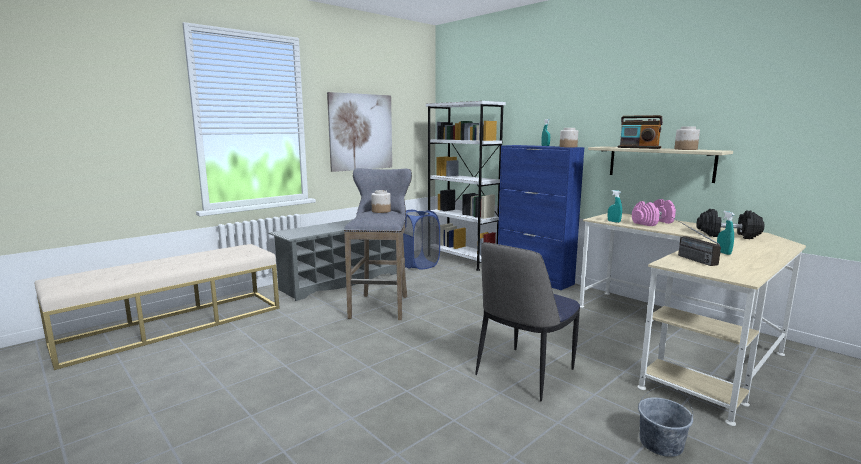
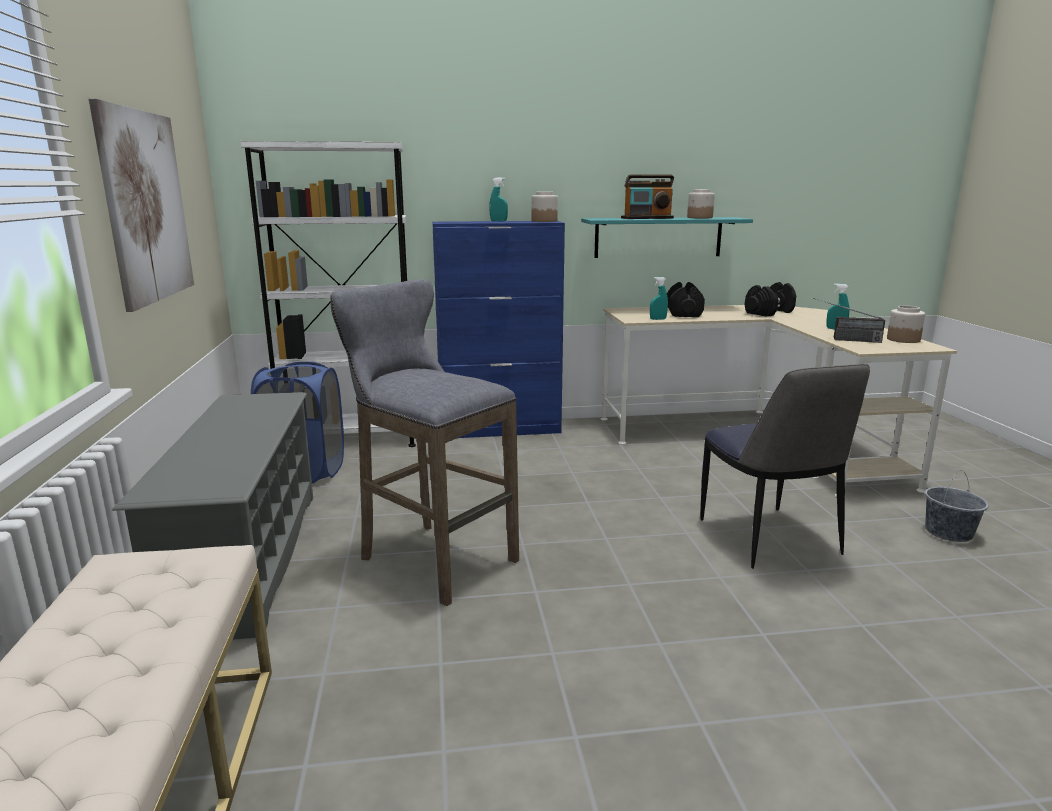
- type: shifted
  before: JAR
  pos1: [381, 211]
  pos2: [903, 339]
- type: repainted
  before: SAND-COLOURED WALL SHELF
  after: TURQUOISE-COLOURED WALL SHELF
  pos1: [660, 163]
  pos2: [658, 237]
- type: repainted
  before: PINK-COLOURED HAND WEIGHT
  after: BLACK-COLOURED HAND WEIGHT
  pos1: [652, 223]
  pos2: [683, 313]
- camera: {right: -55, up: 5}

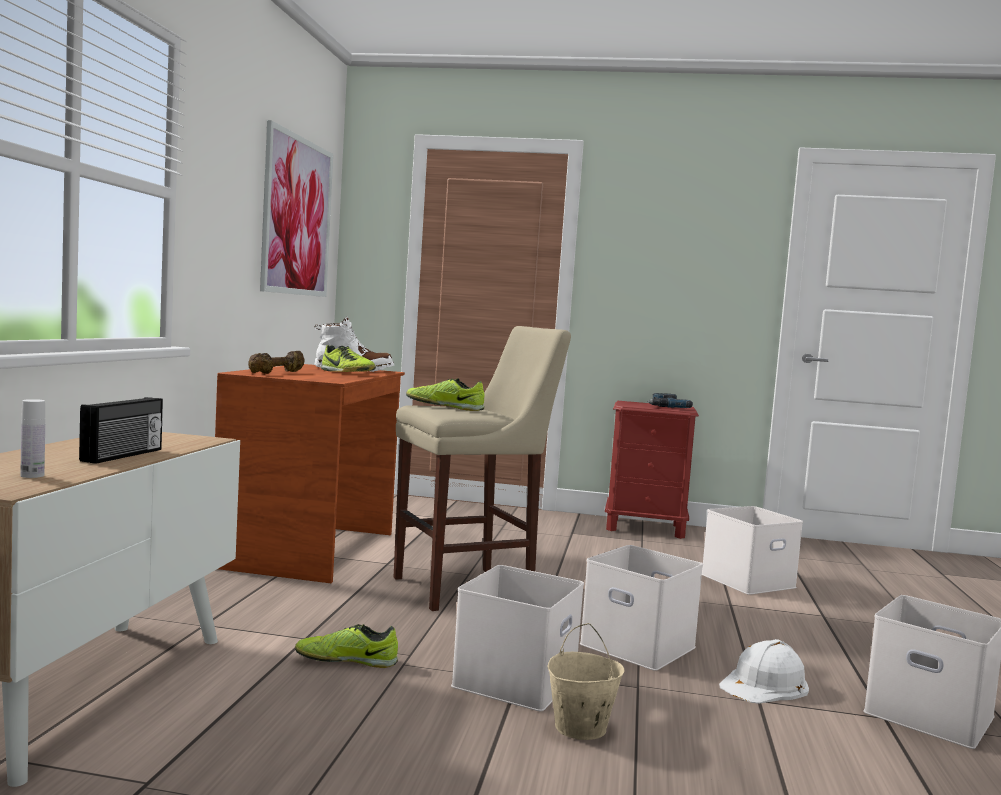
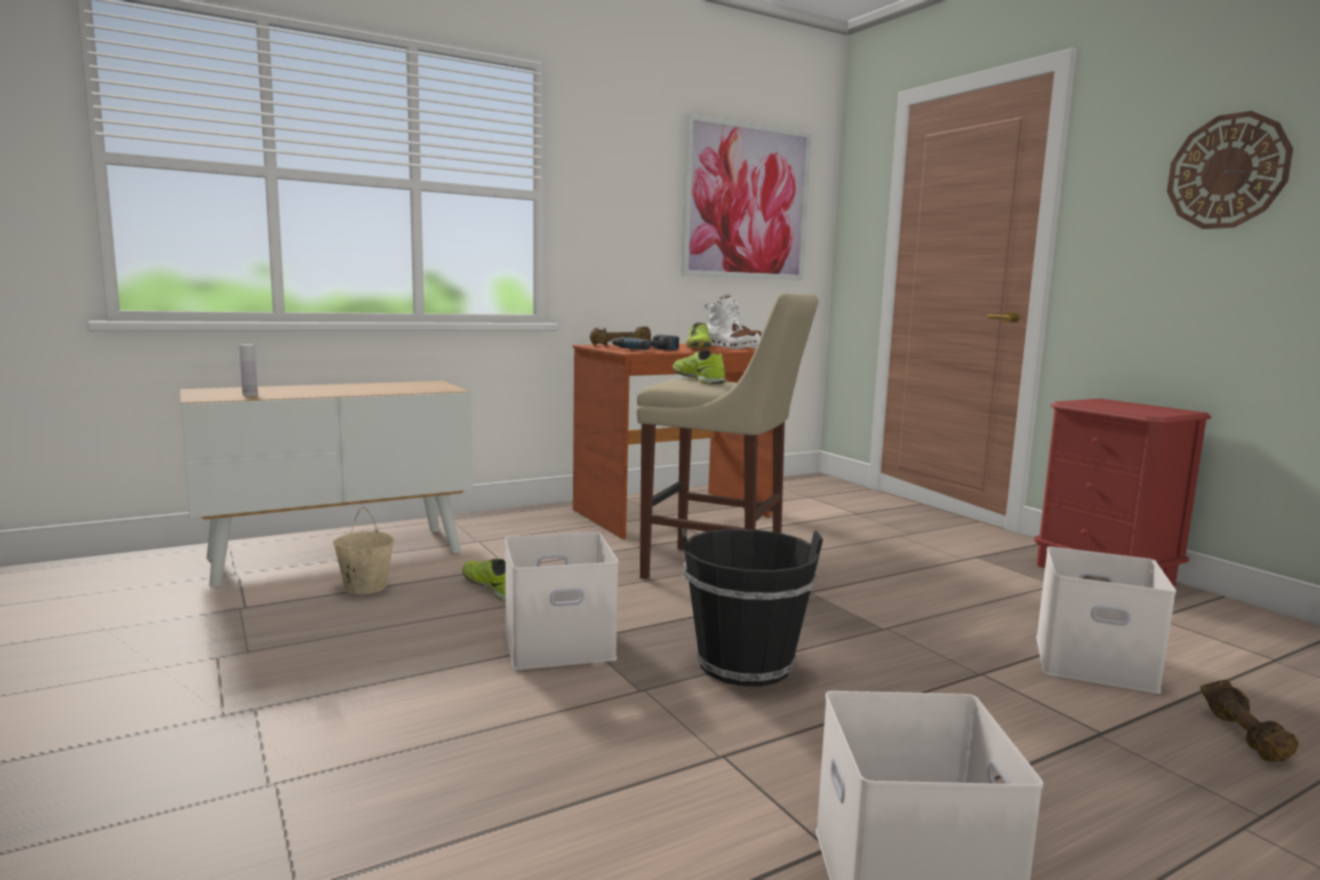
- type: gone
  before: RADIO SET
  pos1: [124, 455]
- type: gone
  before: WHITISH SAFETY HELMET
  pos1: [765, 685]
- type: new
  after: WALL CLOCK
  pos2: [1227, 171]
- type: new
  after: BROWN HAND WEIGHT
  pos2: [1245, 736]
- type: shifted
  before: SAND-COLOURED BUCKET
  pos1: [580, 728]
  pos2: [365, 587]
- type: shifted
  before: ELECTRIC DRILL
  pos1: [664, 406]
  pos2: [645, 349]
- type: swapped
  before: WHITISH STORAGE CONTAINER
  after: BLACK-COLOURED BUCKET
  pos1: [640, 645]
  pos2: [744, 665]
- camera: {right: 50, up: 5}

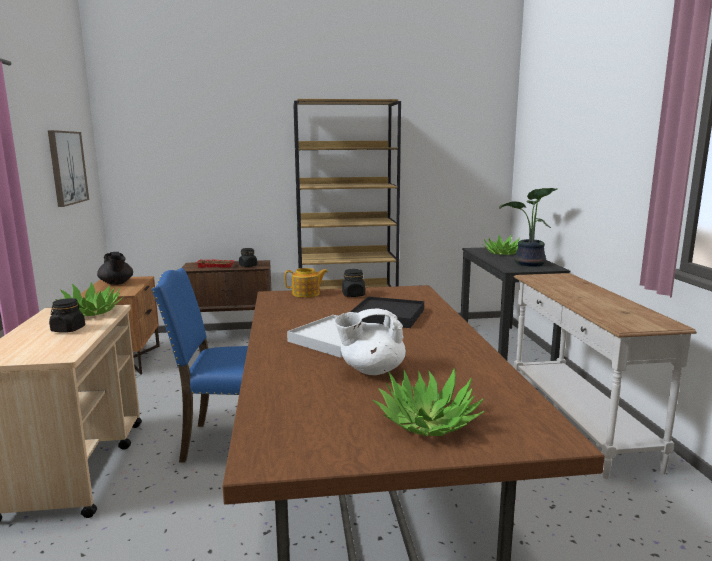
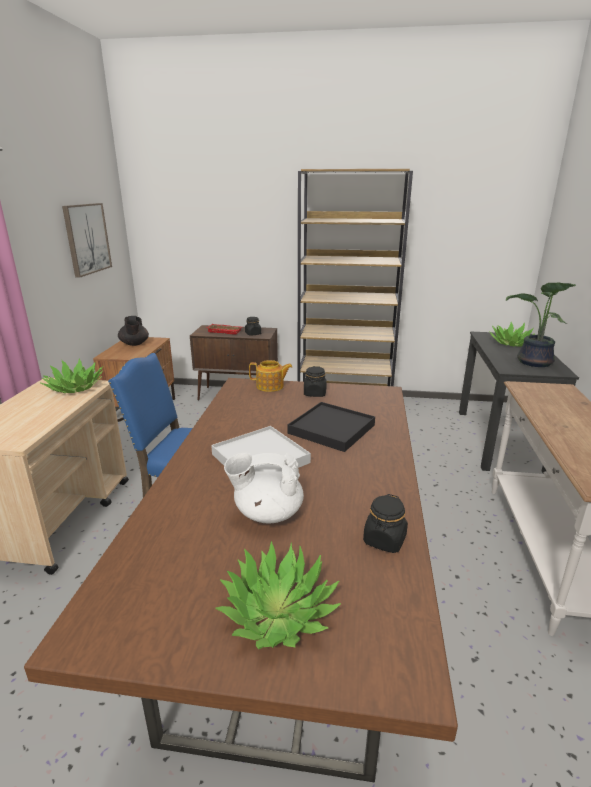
- type: shifted
  before: BLACK-COLOURED JAR
  pos1: [68, 329]
  pos2: [384, 540]
- camera: {right: 15, up: 10}

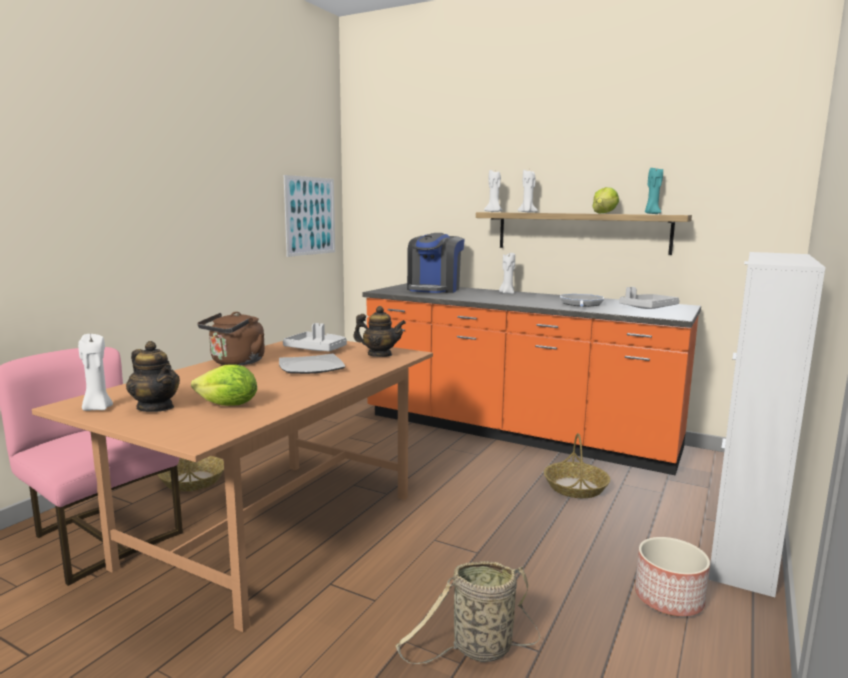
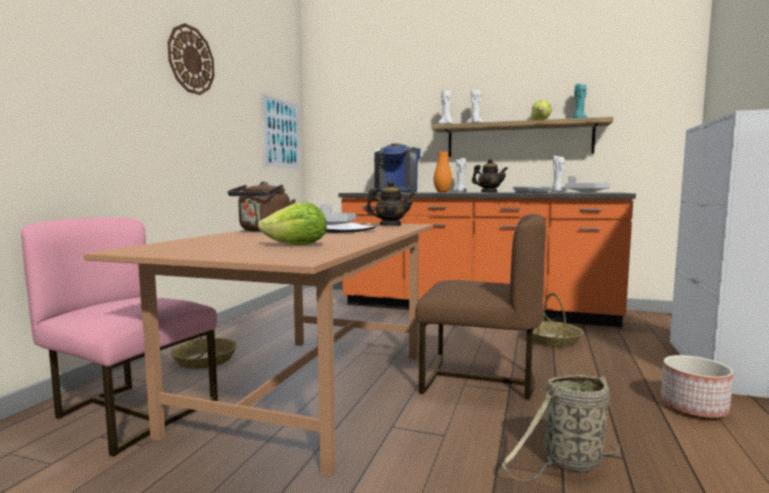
- type: new
  after: WALL CLOCK
  pos2: [191, 60]
- type: new
  after: BROWN UPRIGHT CHAIR
  pos2: [478, 379]
- type: new
  after: ORANGEY VASE
  pos2: [442, 192]
- type: shifted
  before: WHITISH CANDLE
  pos1: [97, 408]
  pos2: [557, 192]
- type: shifted
  before: TEAPOT
  pos1: [156, 407]
  pos2: [489, 192]
- camera: {right: -10, up: -5}

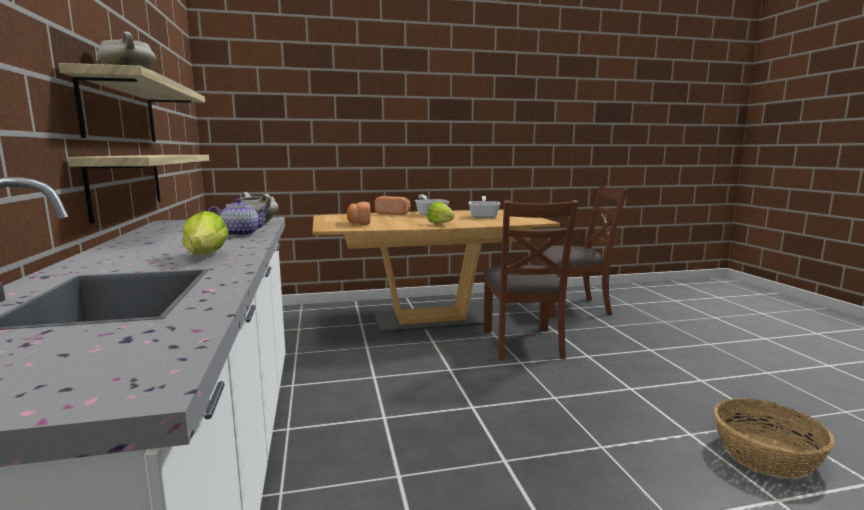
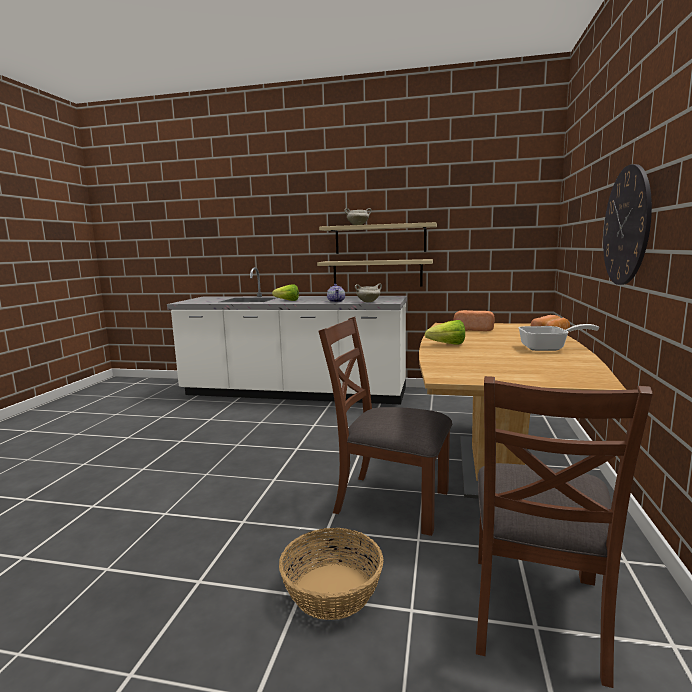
- type: gone
  before: SKILLET
  pos1: [484, 216]
- type: new
  after: WALL CLOCK
  pos2: [626, 226]
- type: shifted
  before: STORAGE BASKET
  pos1: [765, 455]
  pos2: [332, 590]
- camera: {right: 115, up: 0}

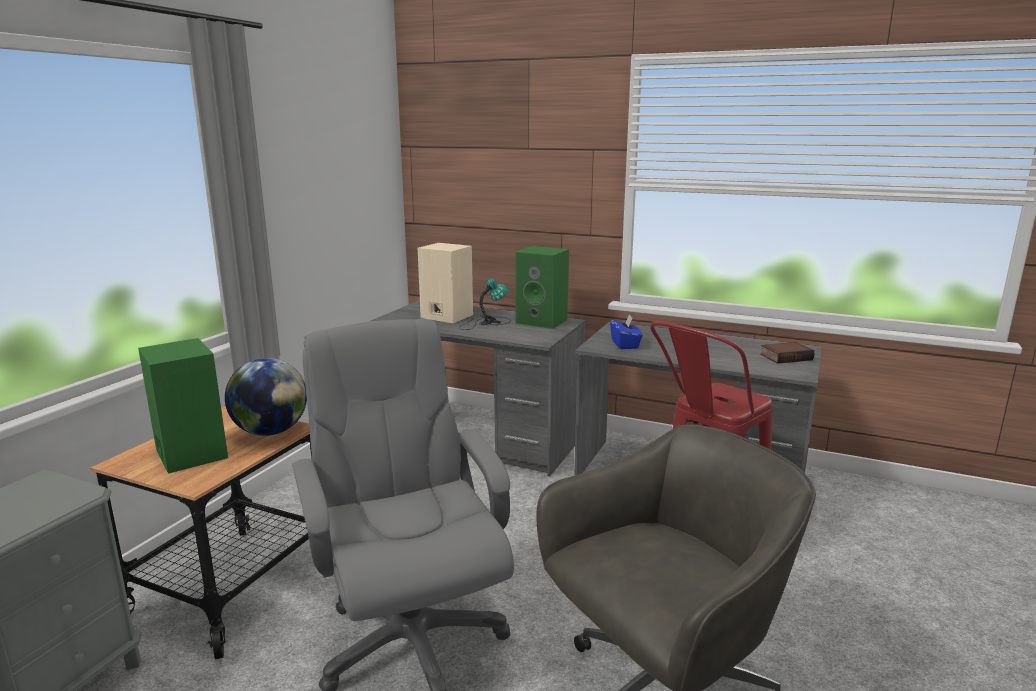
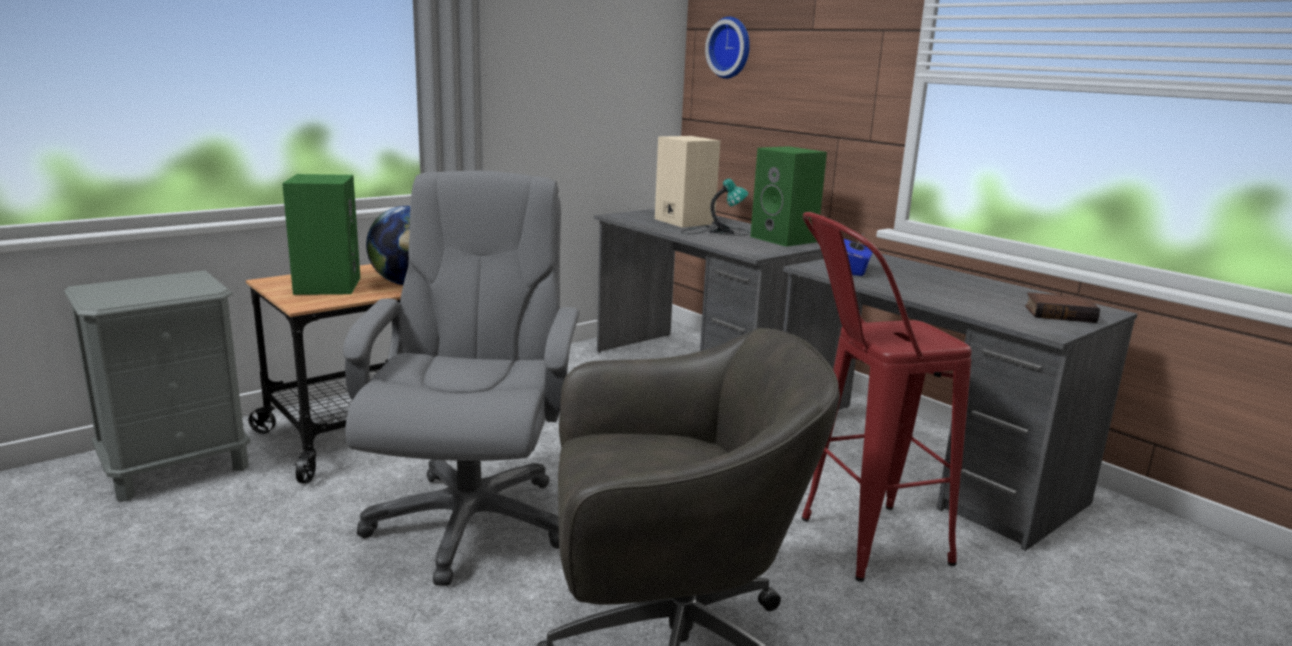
- type: new
  after: WALL CLOCK
  pos2: [731, 48]
- camera: {right: 25, up: 0}

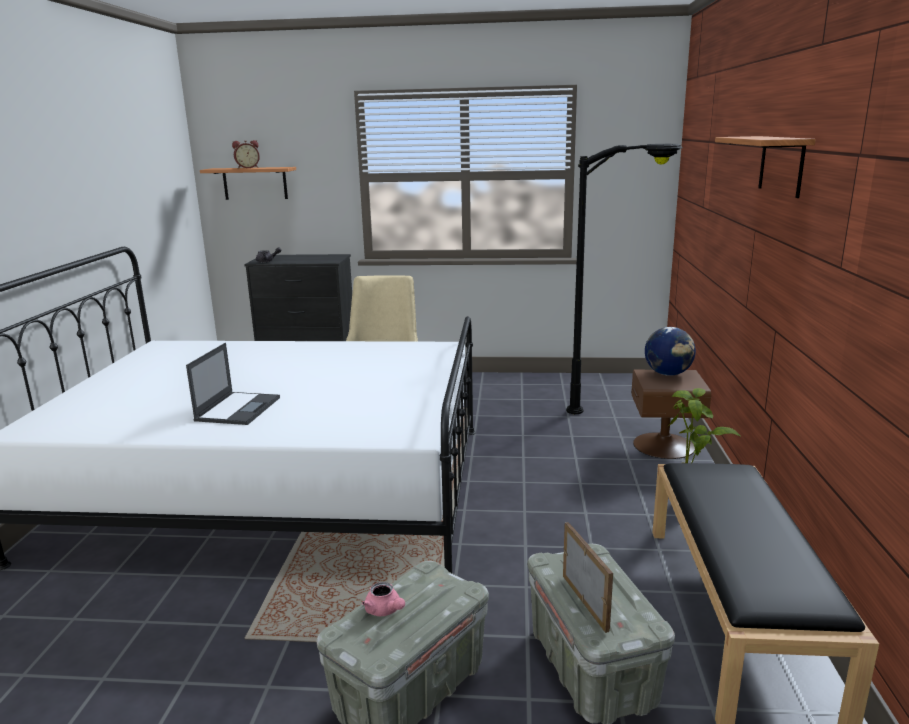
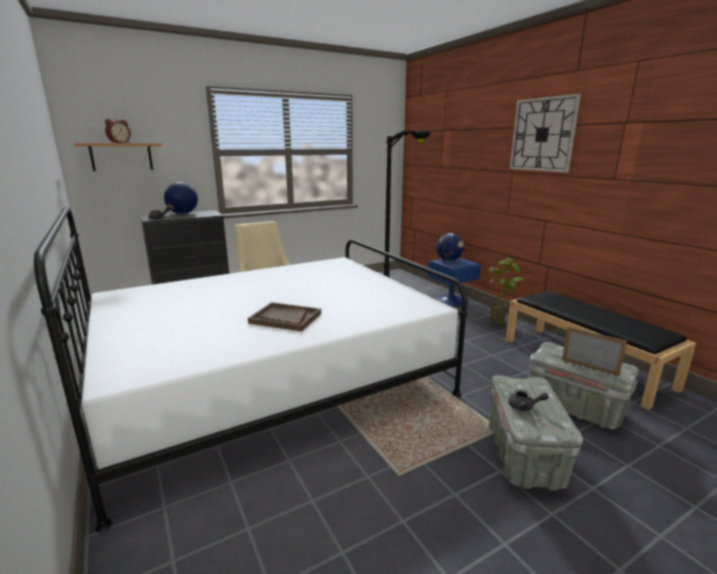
- type: new
  after: GLOBE
  pos2: [182, 213]
- type: swapped
  before: NOTEBOOK COMPUTER
  after: BROWN TRAY
  pos1: [238, 408]
  pos2: [285, 318]
- type: swapped
  before: WALL SHELF
  after: WALL CLOCK
  pos1: [781, 165]
  pos2: [542, 134]
- type: repainted
  before: PINK-COLOURED TEAPOT
  after: GRAY TEAPOT
  pos1: [385, 611]
  pos2: [524, 407]
- type: repainted
  before: BROWN BEDSIDE TABLE
  after: BLUE-COLOURED BEDSIDE TABLE
  pos1: [664, 445]
  pos2: [451, 300]
- camera: {right: -35, up: 0}

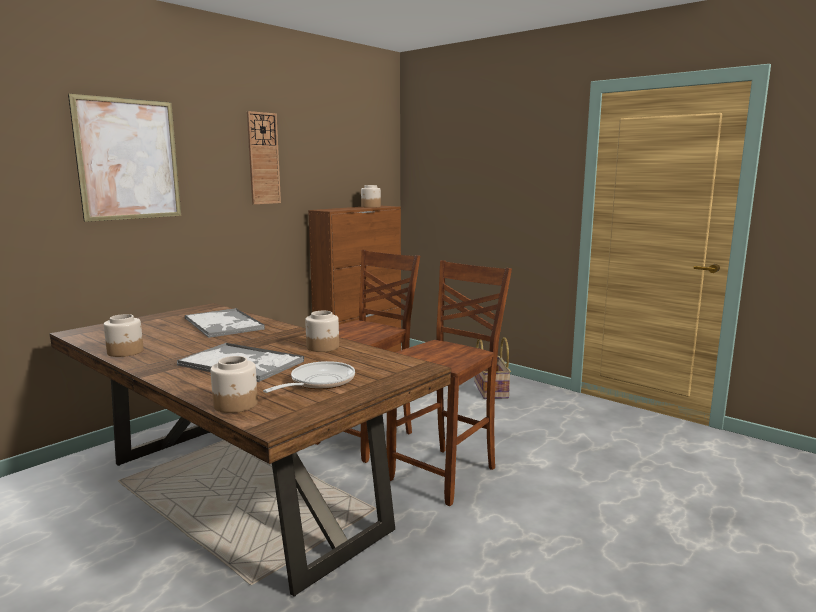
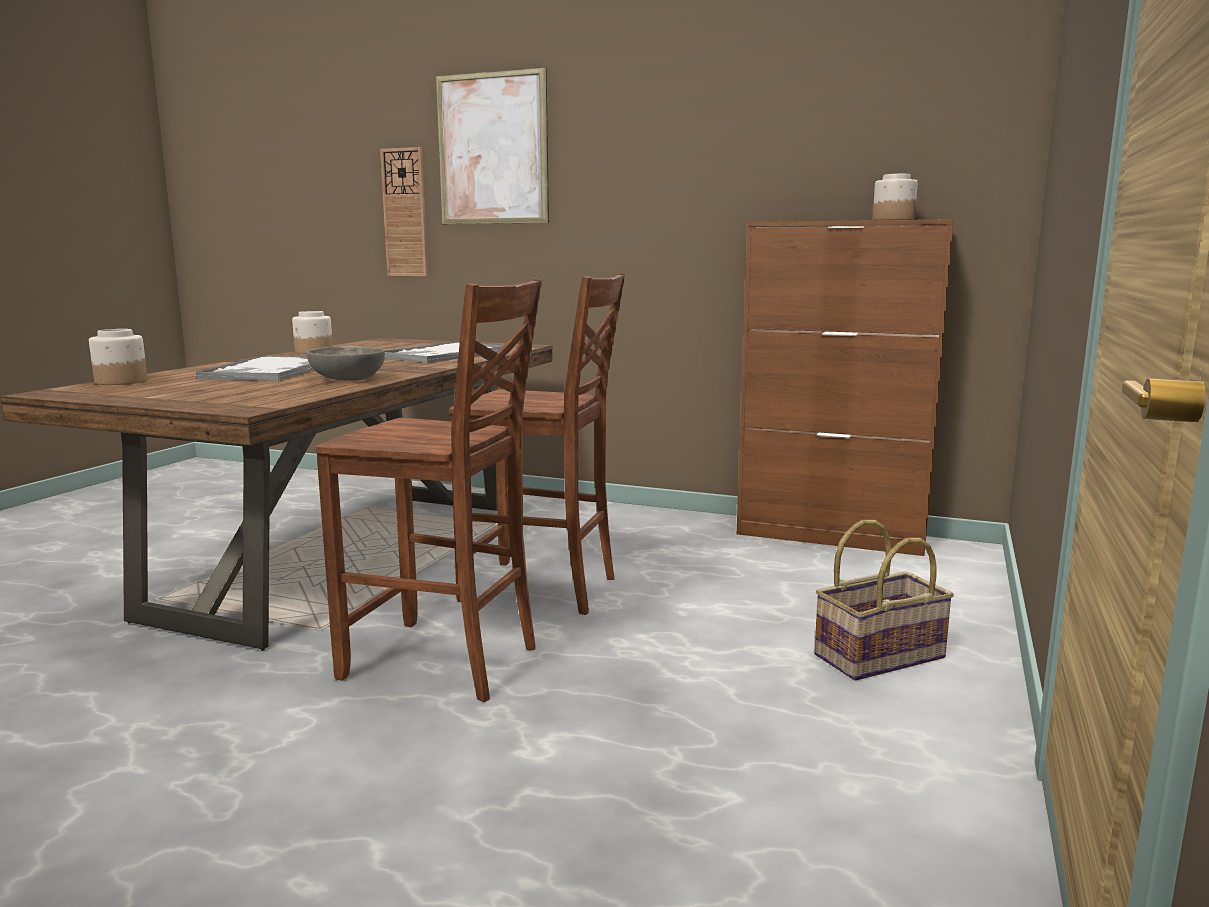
- type: gone
  before: SKILLET
  pos1: [318, 382]
- type: shifted
  before: WALL CLOCK
  pos1: [263, 158]
  pos2: [405, 213]
- type: swapped
  before: JAR
  after: GRAY SERVING BOWL
  pos1: [323, 347]
  pos2: [347, 380]
- camera: {right: 70, up: 0}

